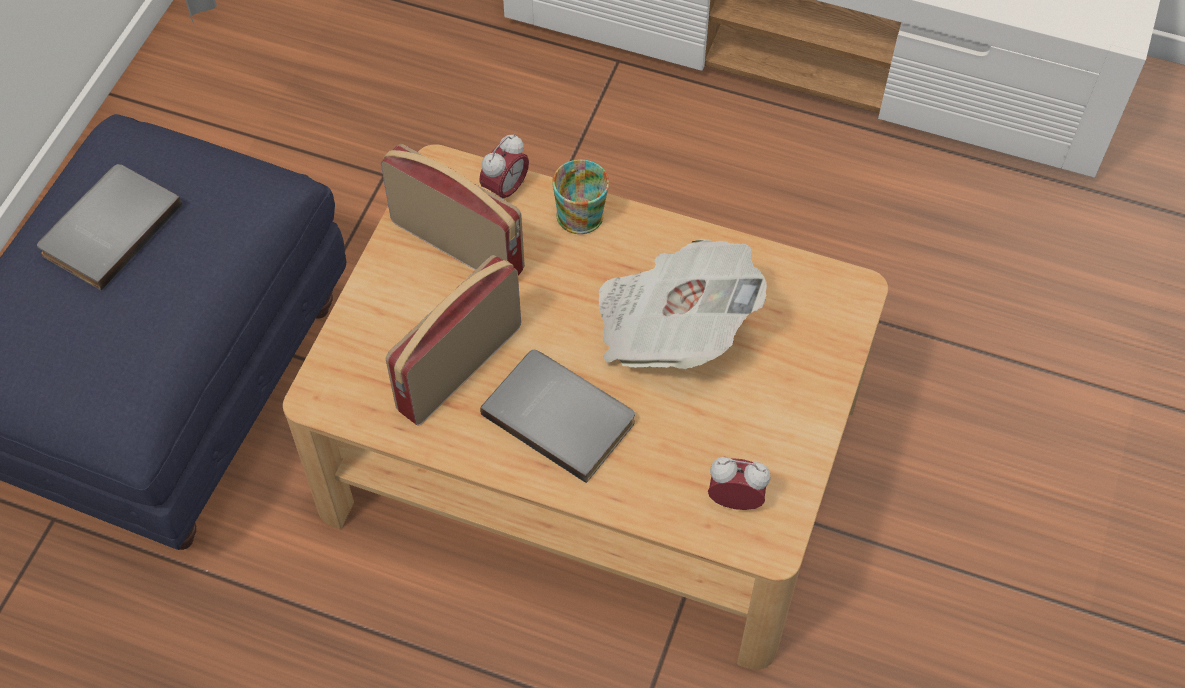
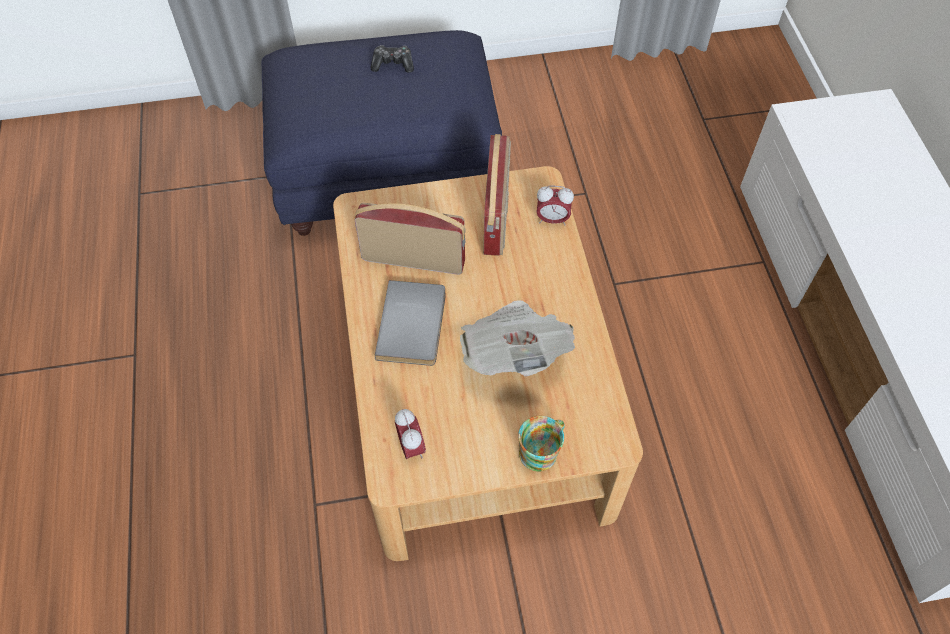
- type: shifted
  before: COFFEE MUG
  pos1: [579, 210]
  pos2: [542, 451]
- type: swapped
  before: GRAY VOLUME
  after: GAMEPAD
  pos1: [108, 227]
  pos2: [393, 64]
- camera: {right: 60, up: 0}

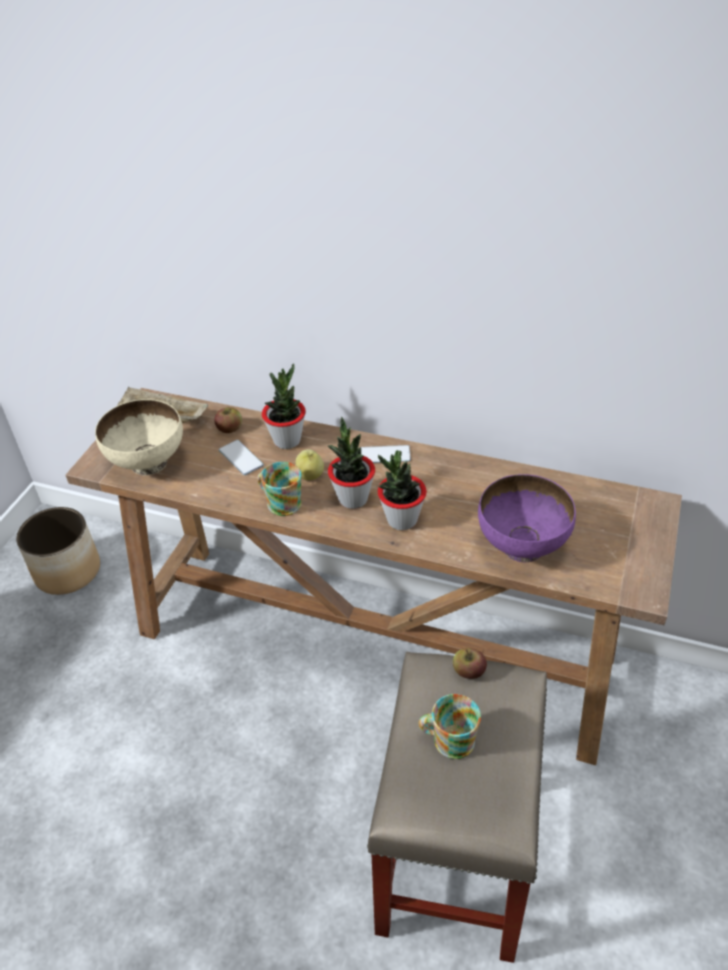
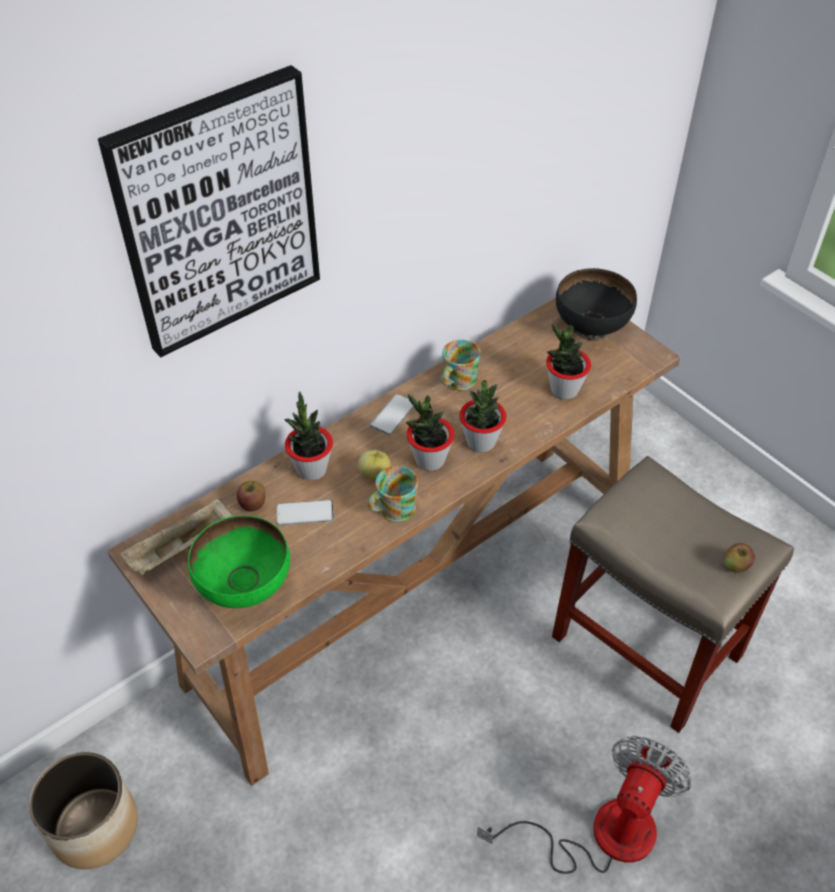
- type: new
  after: WALL PICTURE
  pos2: [218, 213]
- type: new
  after: ELECTRIC FAN
  pos2: [600, 834]
- type: new
  after: BLACK-COLOURED SERVING BOWL
  pos2: [590, 330]
- type: shifted
  before: COFFEE MUG
  pos1: [448, 739]
  pos2: [457, 382]
- type: shifted
  before: APPLE
  pos1: [468, 671]
  pos2: [736, 565]
- type: swapped
  before: PURPLE-COLOURED SERVING BOWL
  after: HOUSEPLANT
  pos1: [521, 546]
  pos2: [564, 390]
- type: repainted
  before: SAND-COLOURED SERVING BOWL
  after: GREEN SERVING BOWL
  pos1: [147, 463]
  pos2: [244, 589]
- camera: {right: -60, up: 5}

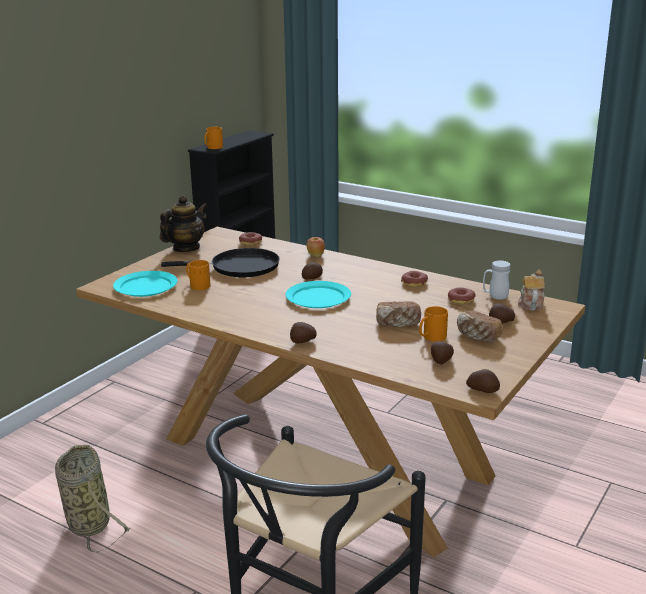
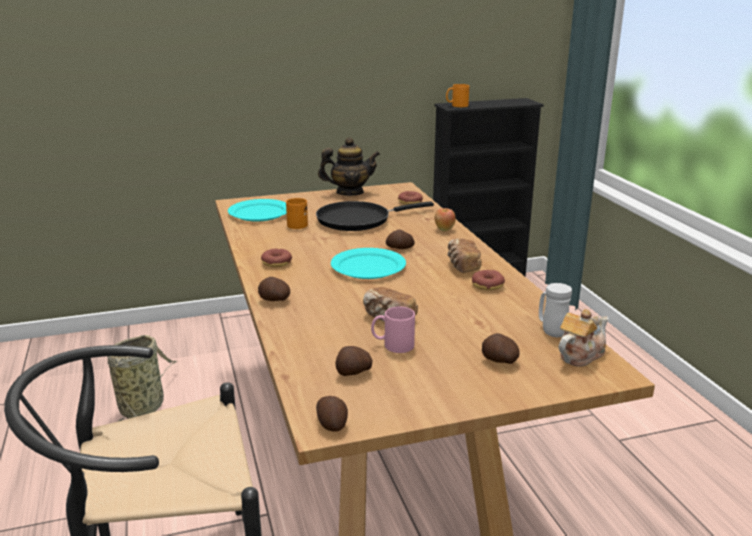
- type: shifted
  before: DOUGHNUT
  pos1: [461, 300]
  pos2: [276, 263]
- type: shifted
  before: BREAD
  pos1: [478, 336]
  pos2: [462, 266]
- type: repainted
  before: ORANGEY COFFEE MUG
  after: PINK-COLOURED COFFEE MUG
  pos1: [431, 338]
  pos2: [392, 345]
- type: rotated
  before: BLACK-COLOURED SKILLET
  pos1: [240, 267]
  pos2: [358, 220]
  turn: 120
- camera: {right: 40, up: 0}

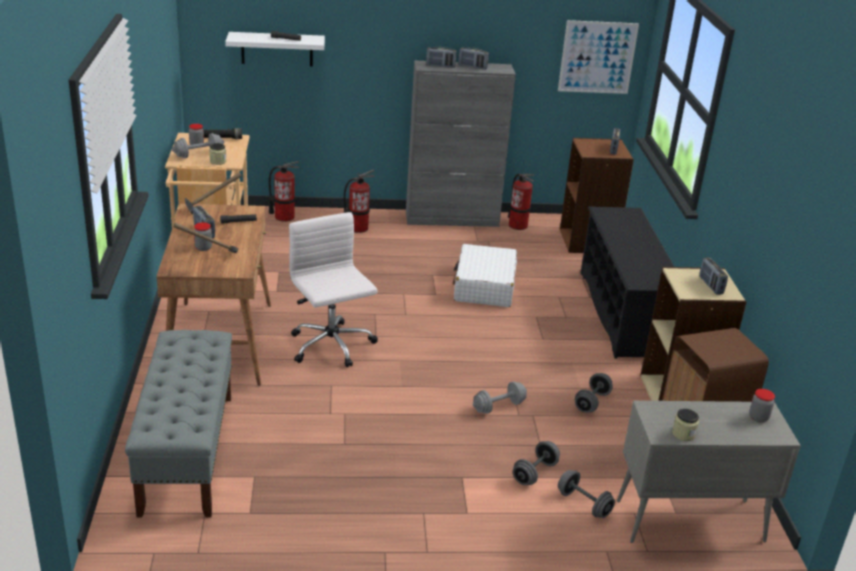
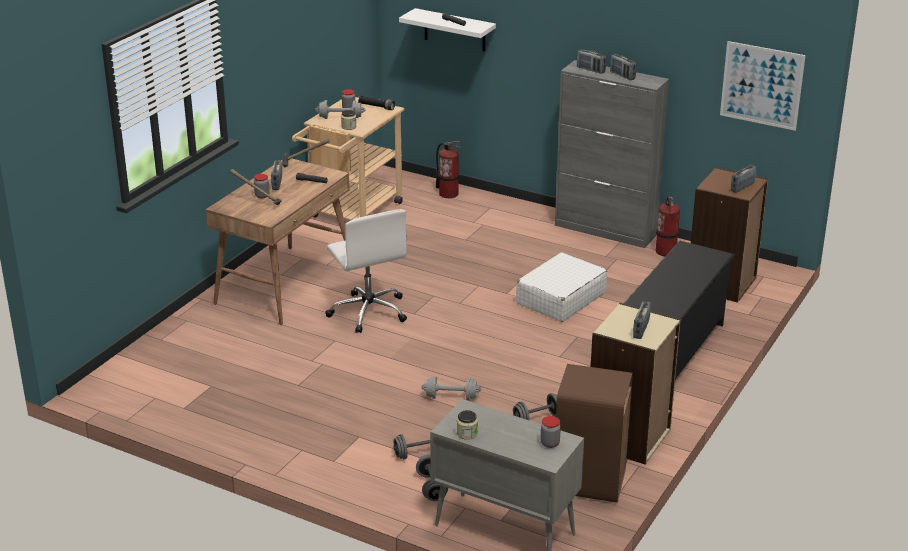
- type: gone
  before: GRAY LONG SEAT
  pos1: [187, 452]
- type: gone
  before: FIRE-FIGHTING CYLINDER
  pos1: [357, 228]
- type: rotated
  before: WHITISH DESK CHAIR
  pos1: [331, 346]
  pos2: [368, 311]
  turn: 150
- camera: {right: 35, up: 0}

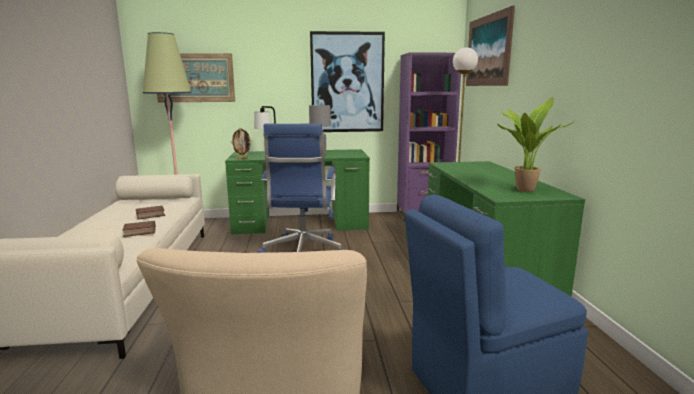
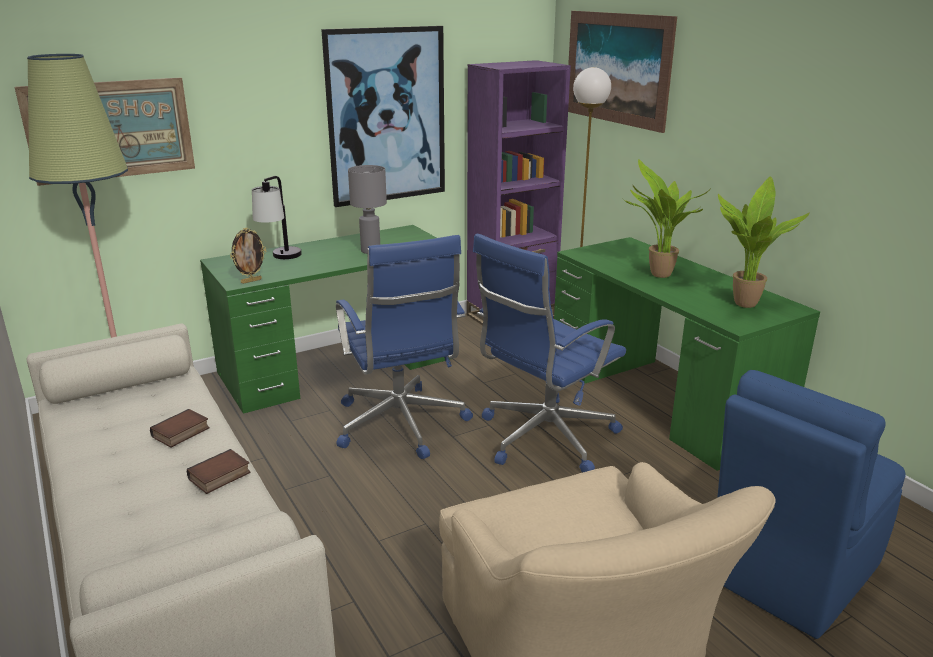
- type: new
  after: BLUE-COLOURED DESK CHAIR
  pos2: [544, 438]
- type: new
  after: HOUSEPLANT
  pos2: [657, 275]
- camera: {right: -25, up: 10}

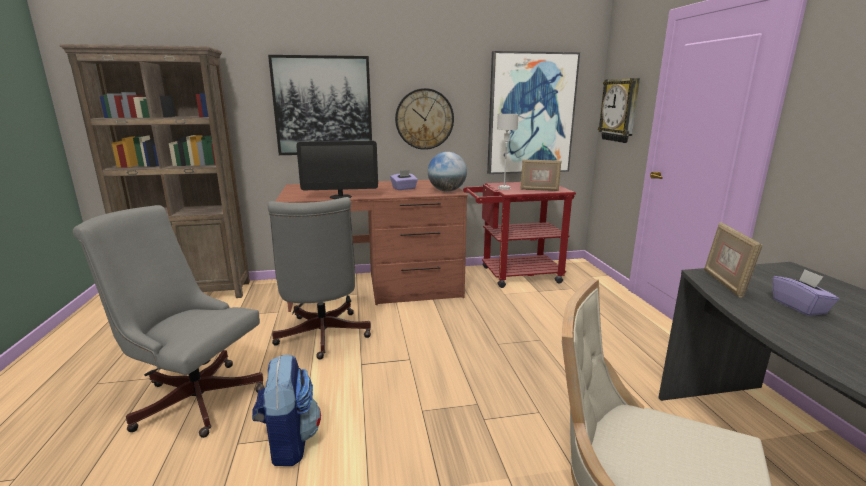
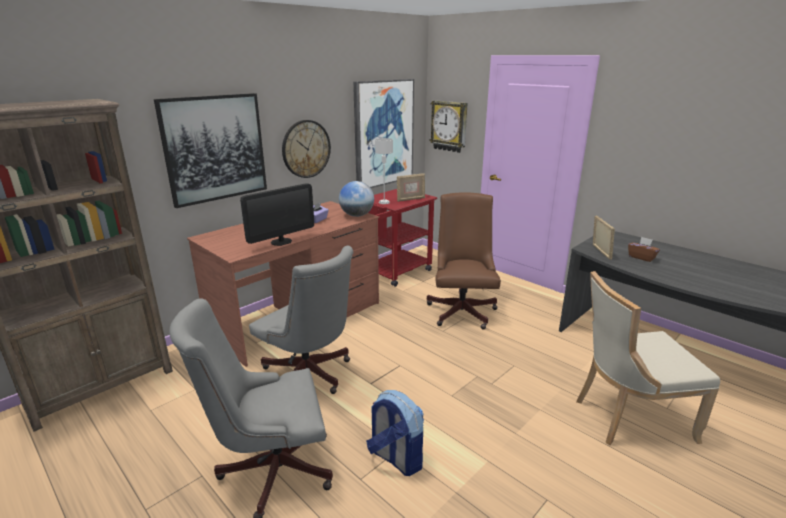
- type: new
  after: BROWN DESK CHAIR
  pos2: [462, 309]
- type: repainted
  before: PURPLE-COLOURED BOX OF TISSUES
  after: BROWN BOX OF TISSUES
  pos1: [799, 307]
  pos2: [641, 257]
- type: rotated
  before: PICTURE FRAME
  pos1: [724, 283]
  pos2: [600, 252]
  turn: -150
- camera: {right: -35, up: 5}

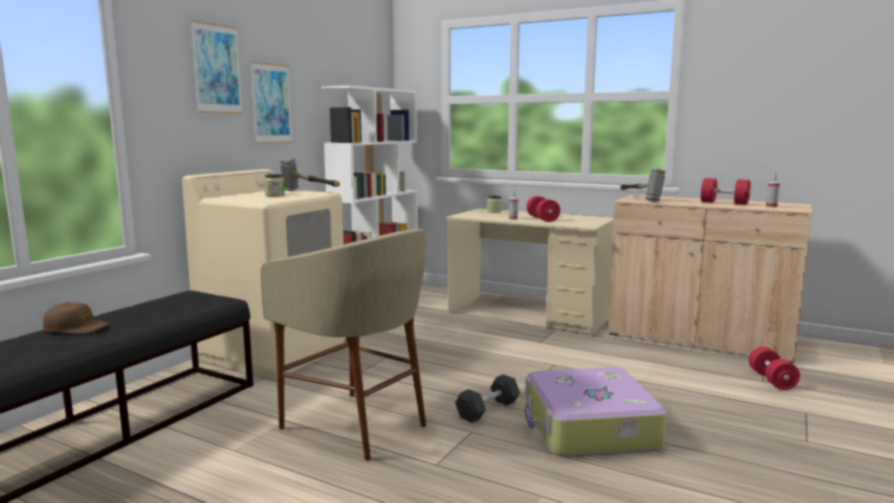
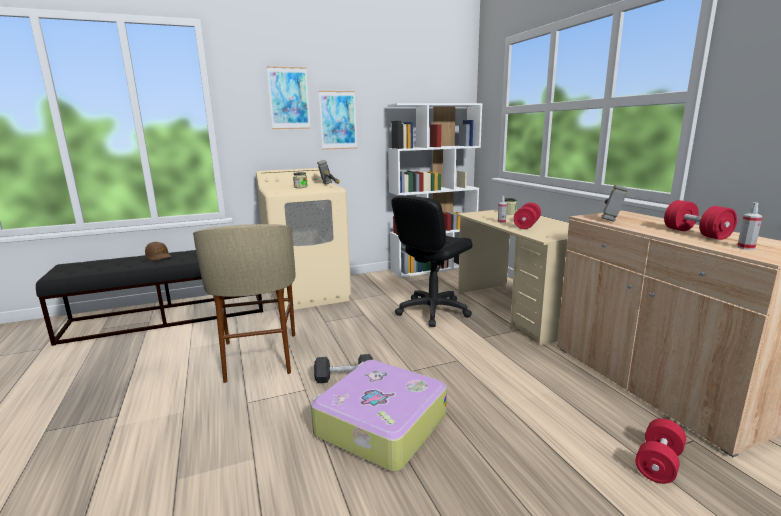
- type: new
  after: BLACK-COLOURED DESK CHAIR
  pos2: [432, 311]
- camera: {right: 40, up: 5}

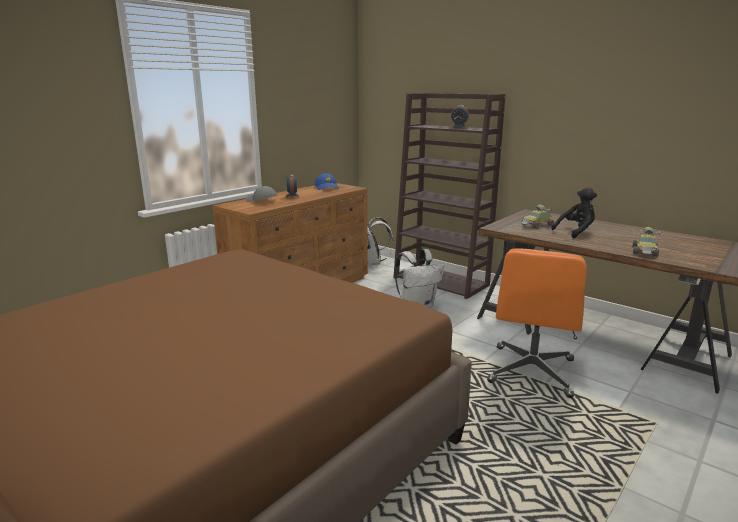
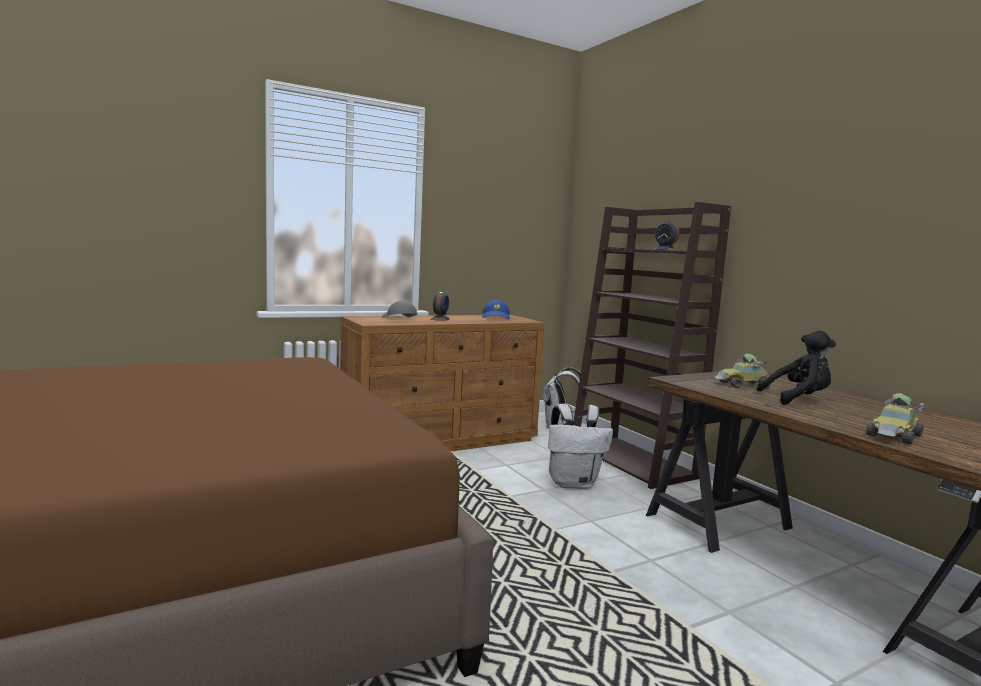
- type: gone
  before: ORANGEY DESK CHAIR
  pos1: [531, 372]
- camera: {right: 20, up: -10}

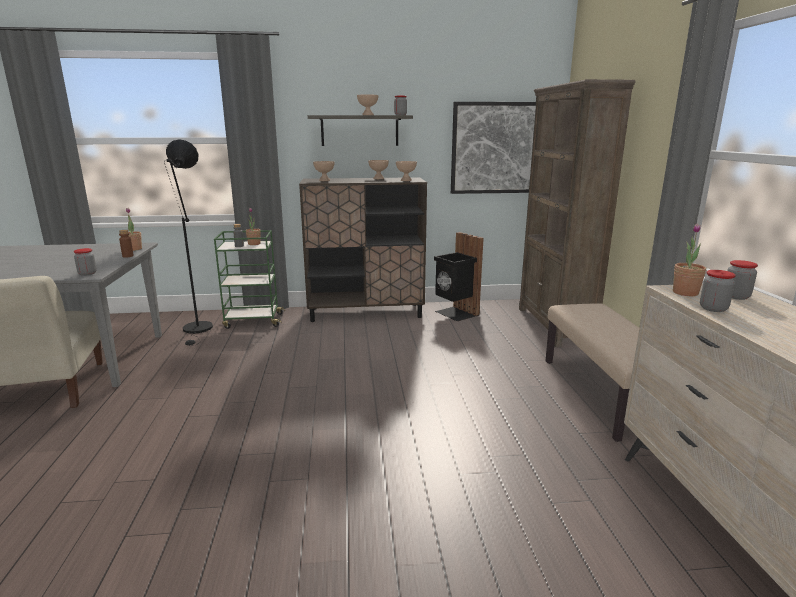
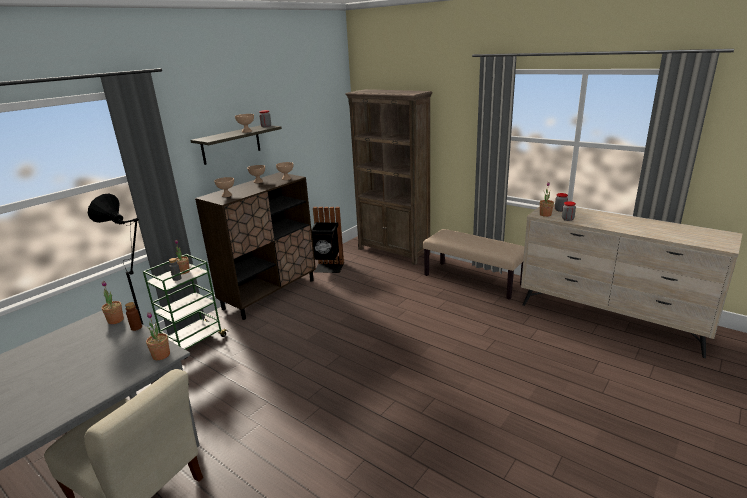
- type: gone
  before: WALL PICTURE
  pos1: [494, 148]
- type: swapped
  before: JAR
  after: HOUSEPLANT
  pos1: [87, 273]
  pos2: [161, 355]
- camera: {right: -45, up: 5}

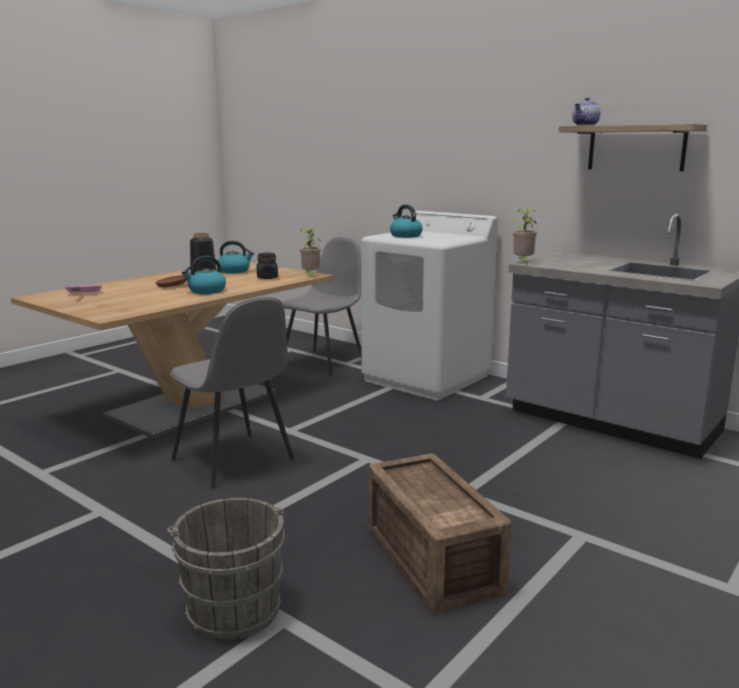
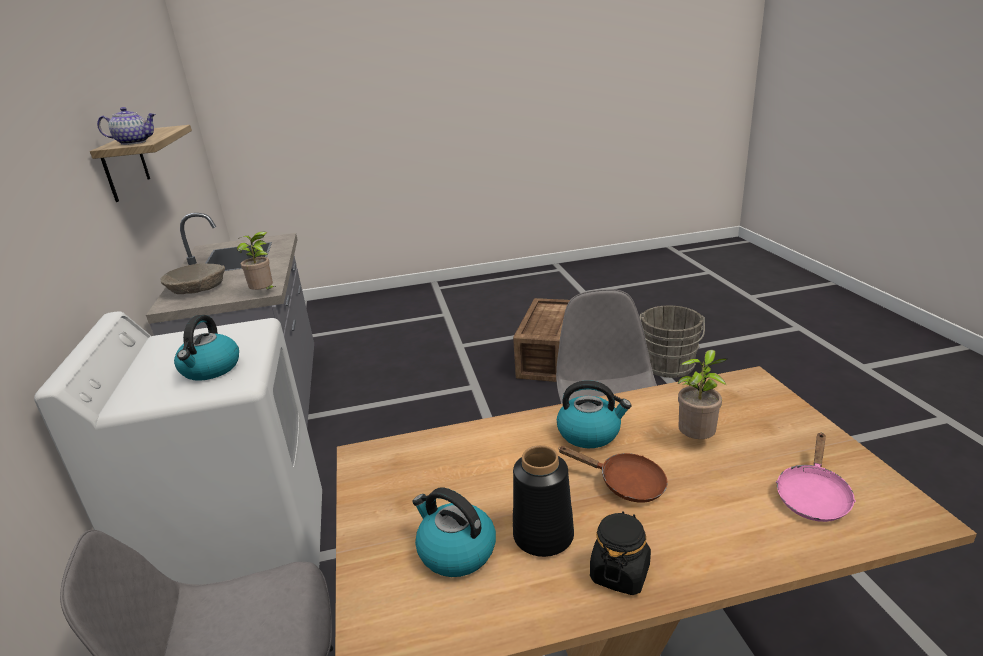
- type: new
  after: SAND-COLOURED SERVING BOWL
  pos2: [197, 289]
- type: shifted
  before: BLACK-COLOURED JAR
  pos1: [267, 277]
  pos2: [620, 573]
- type: shifted
  before: HOUSEPLANT
  pos1: [310, 275]
  pos2: [697, 440]
- camera: {right: -140, up: 10}

